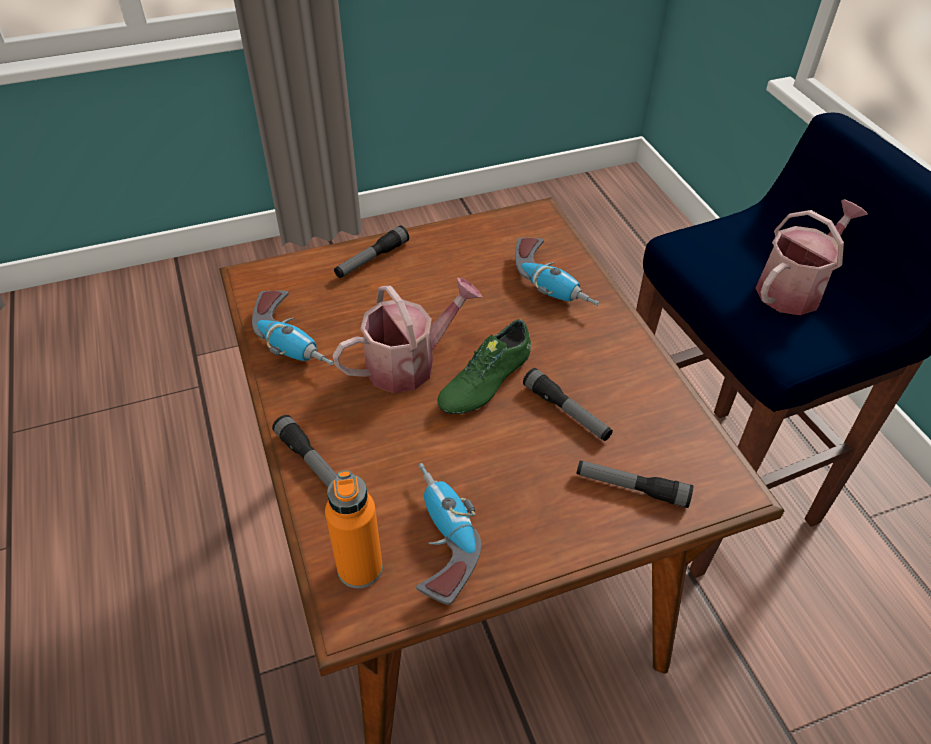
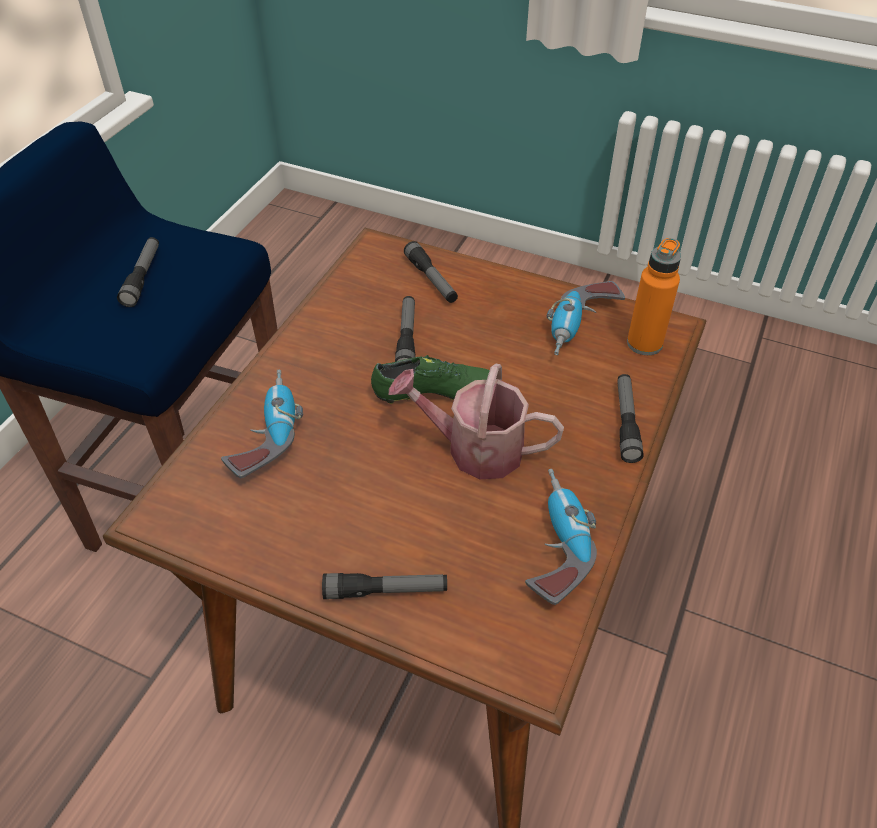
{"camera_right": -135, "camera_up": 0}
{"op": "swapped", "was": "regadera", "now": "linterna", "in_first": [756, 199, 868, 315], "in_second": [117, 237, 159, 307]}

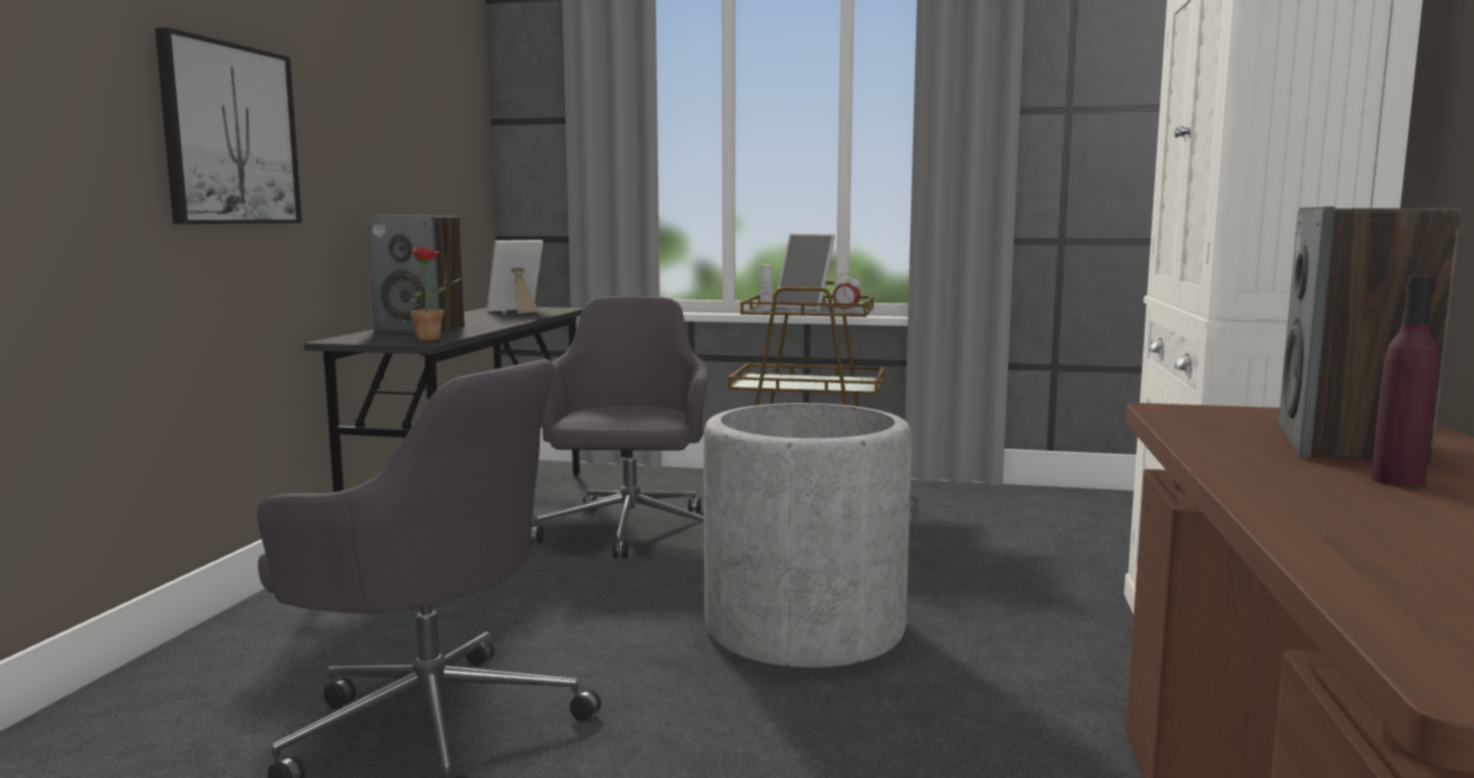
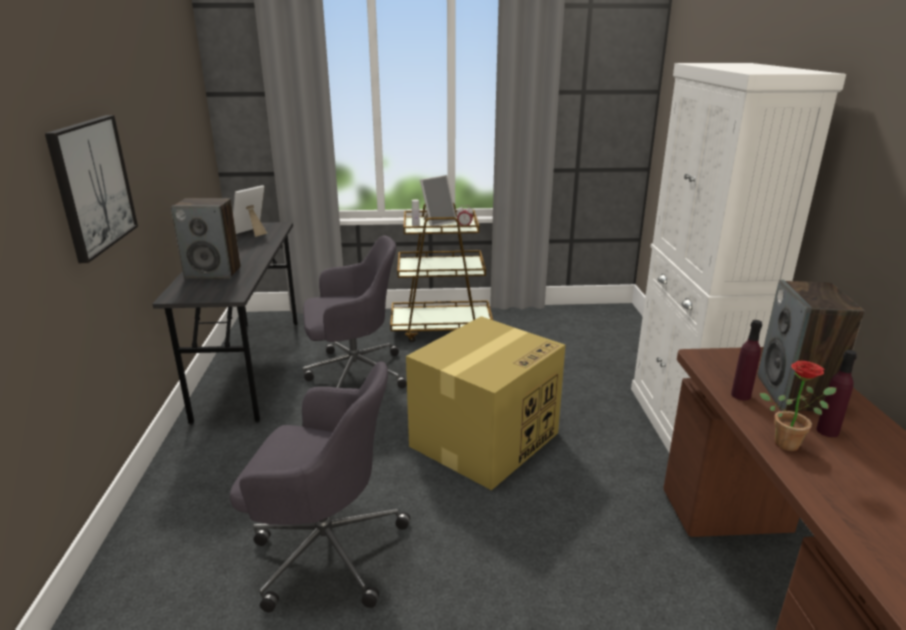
{"camera_right": -15, "camera_up": 15}
{"op": "rotated", "was": "silla de oficina/gris", "in_first": [531, 296, 708, 558], "in_second": [303, 236, 407, 388], "clockwise": 90}
{"op": "swapped", "was": "maceta/gris", "now": "caja de cartón", "in_first": [704, 403, 912, 668], "in_second": [406, 316, 565, 490]}
{"op": "rotated", "was": "portarretratos", "in_first": [776, 234, 836, 311], "in_second": [420, 175, 456, 226], "clockwise": -60}
{"op": "new", "now": "botella/morado", "in_second": [731, 320, 762, 400]}
{"op": "shifted", "was": "planta en maceta", "in_first": [406, 247, 461, 341], "in_second": [760, 361, 836, 451]}

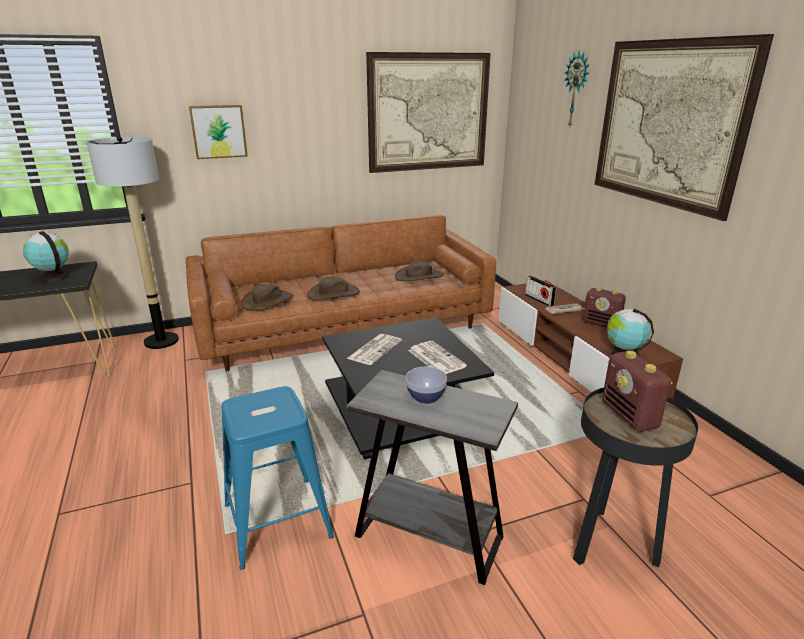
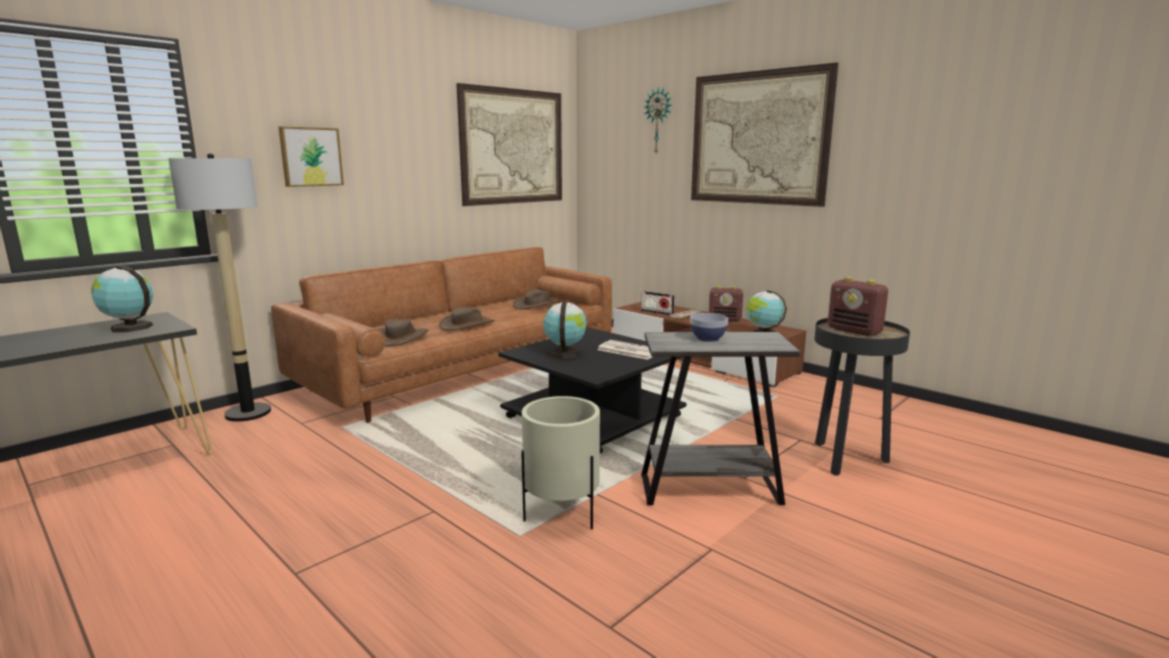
{"camera_right": -25, "camera_up": -10}
{"op": "swapped", "was": "taburete/azul", "now": "maceta/beis", "in_first": [221, 386, 334, 570], "in_second": [521, 396, 600, 529]}
{"op": "swapped", "was": "periódico", "now": "globo terráqueo", "in_first": [346, 334, 402, 365], "in_second": [543, 301, 587, 359]}

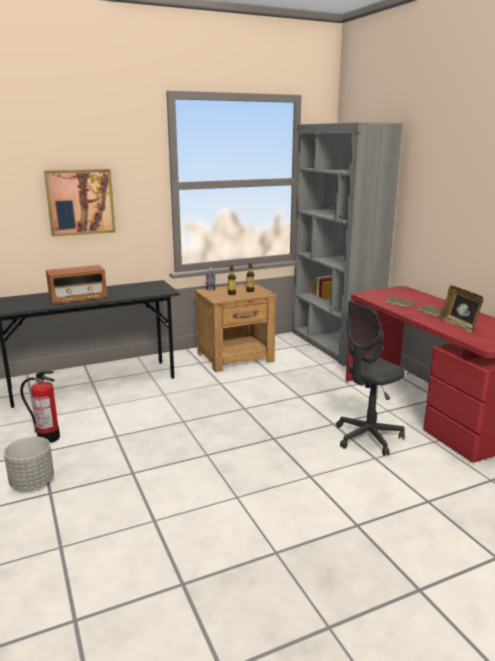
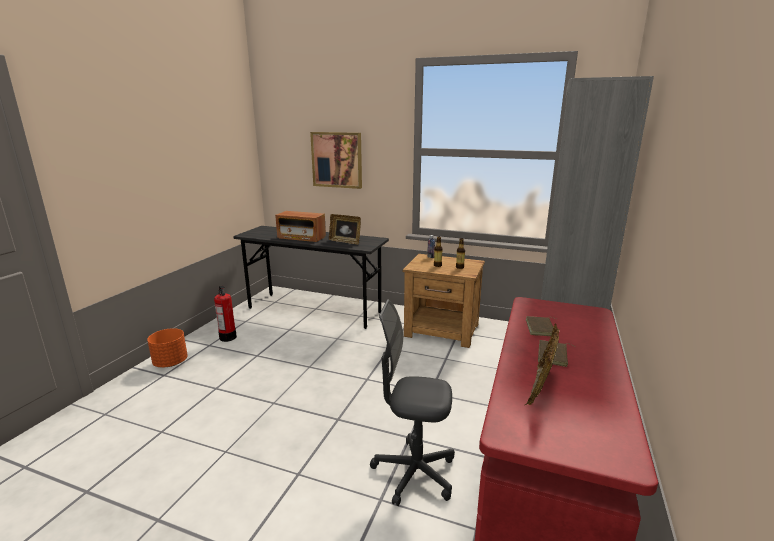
{"camera_right": 45, "camera_up": 0}
{"op": "repainted", "was": "maceta/gris", "now": "maceta/naranja", "in_first": [4, 437, 54, 490], "in_second": [147, 328, 188, 367]}
{"op": "new", "now": "portarretratos", "in_second": [329, 214, 361, 245]}

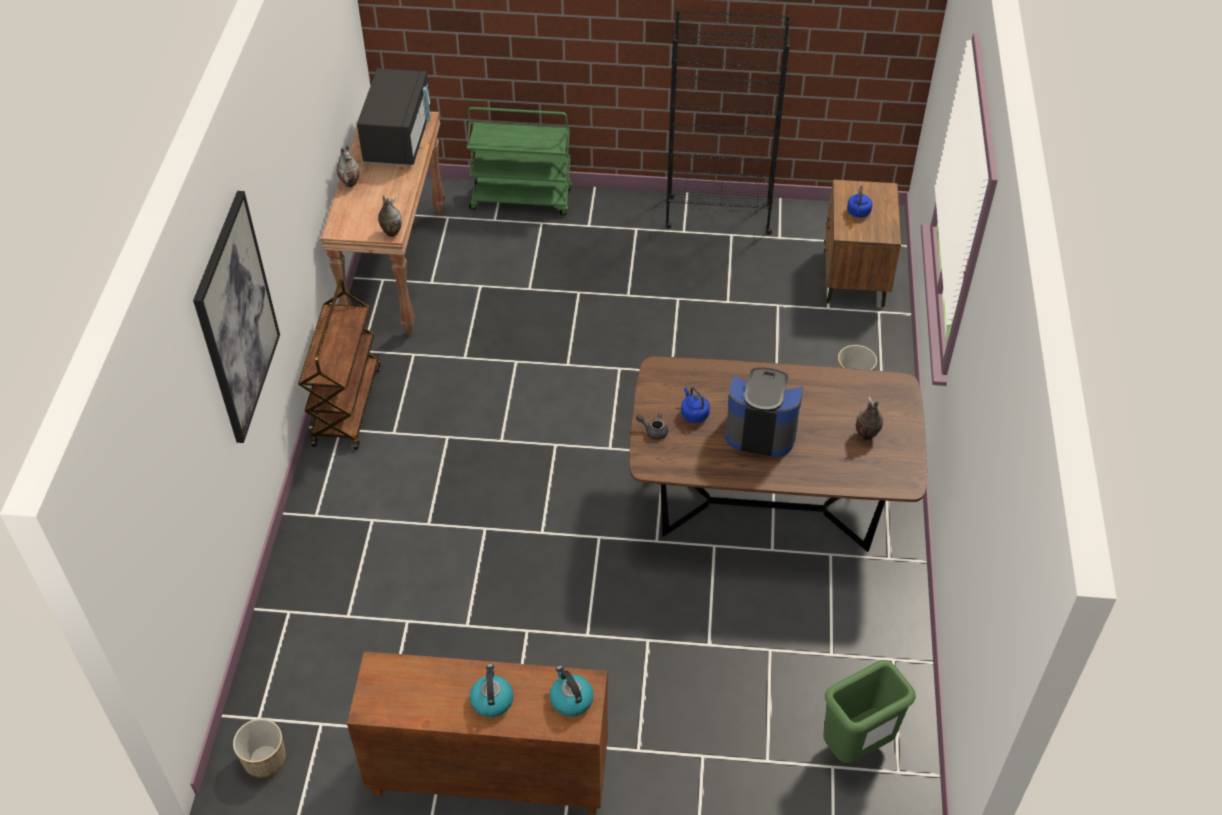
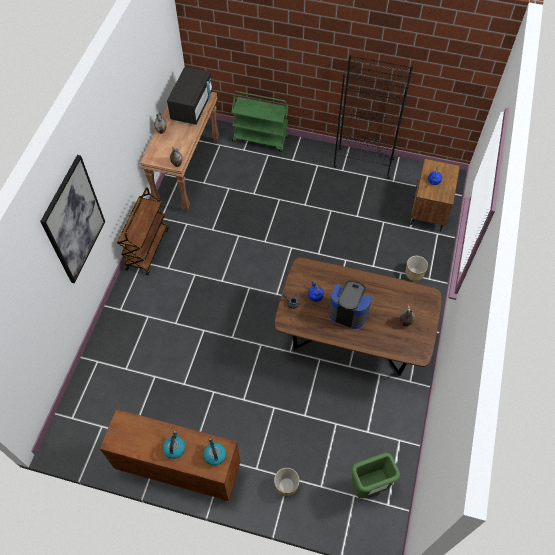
{"camera_right": 10, "camera_up": 10}
{"op": "shifted", "was": "maceta", "in_first": [233, 719, 286, 778], "in_second": [274, 468, 300, 496]}

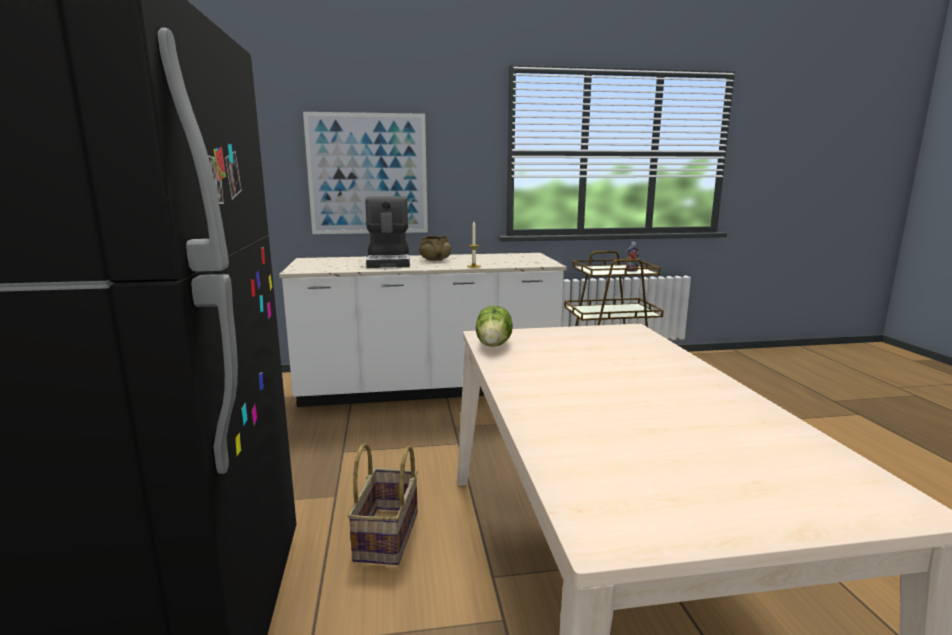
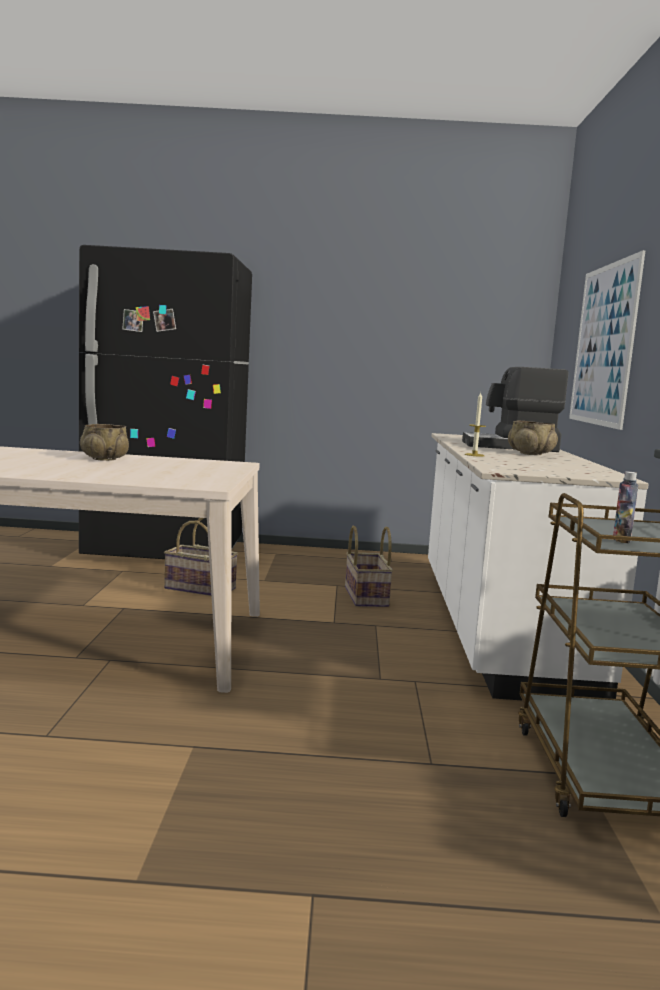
{"camera_right": 100, "camera_up": -5}
{"op": "new", "now": "cuenco/beis", "in_second": [80, 424, 129, 461]}
{"op": "new", "now": "cesta", "in_second": [345, 525, 393, 607]}
{"op": "gone", "was": "lechuga", "in_first": [476, 306, 513, 347]}

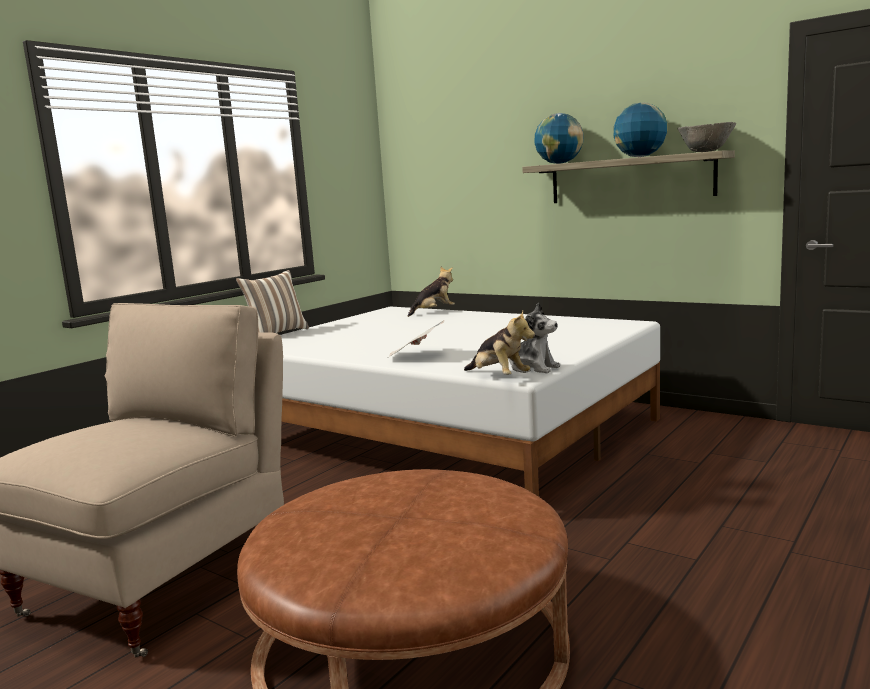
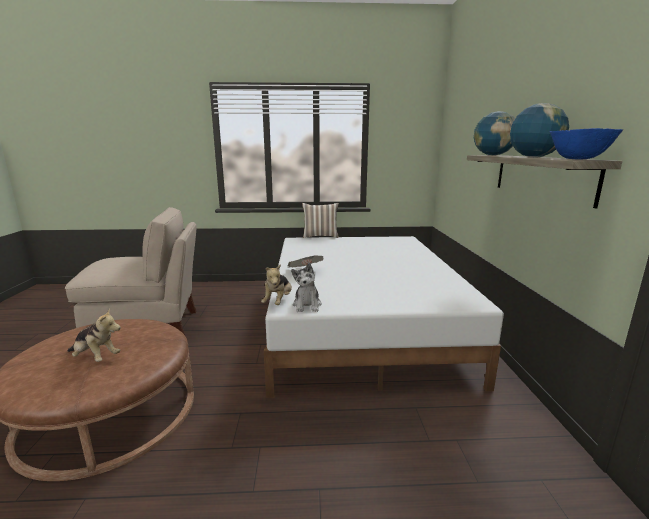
{"camera_right": 50, "camera_up": 5}
{"op": "shifted", "was": "peluche", "in_first": [408, 267, 455, 317], "in_second": [67, 308, 121, 362]}
{"op": "repainted", "was": "cuenco/gris", "now": "cuenco/azul", "in_first": [678, 122, 736, 152], "in_second": [550, 128, 623, 160]}

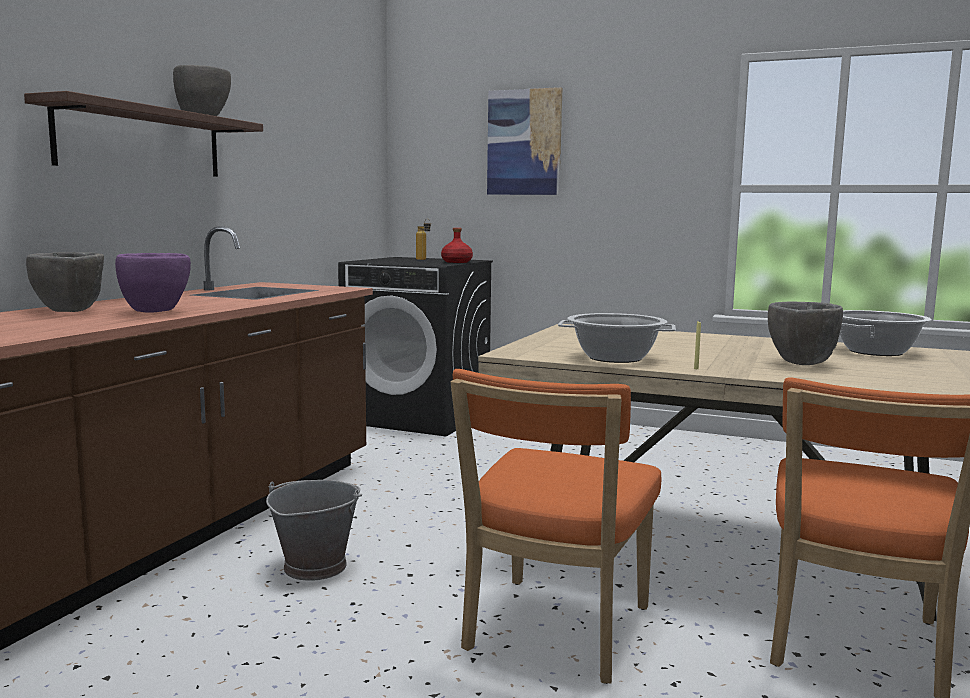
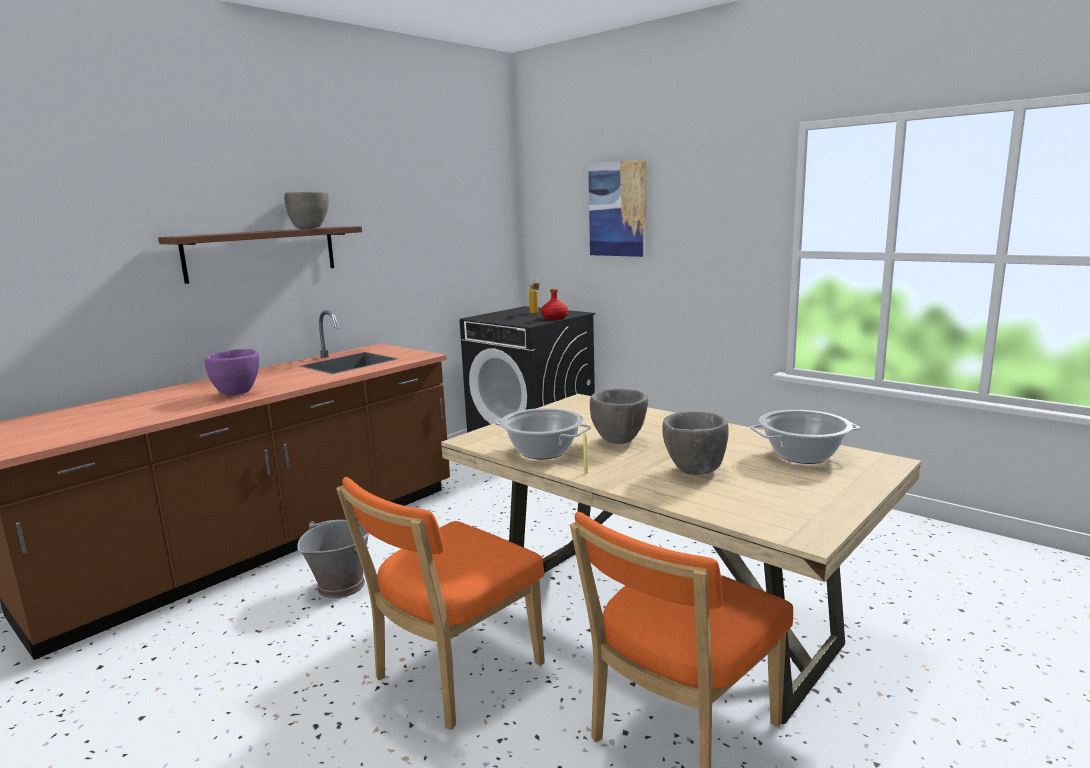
{"camera_right": 20, "camera_up": 5}
{"op": "shifted", "was": "cuenco/gris", "in_first": [26, 252, 104, 312], "in_second": [590, 389, 648, 444]}

